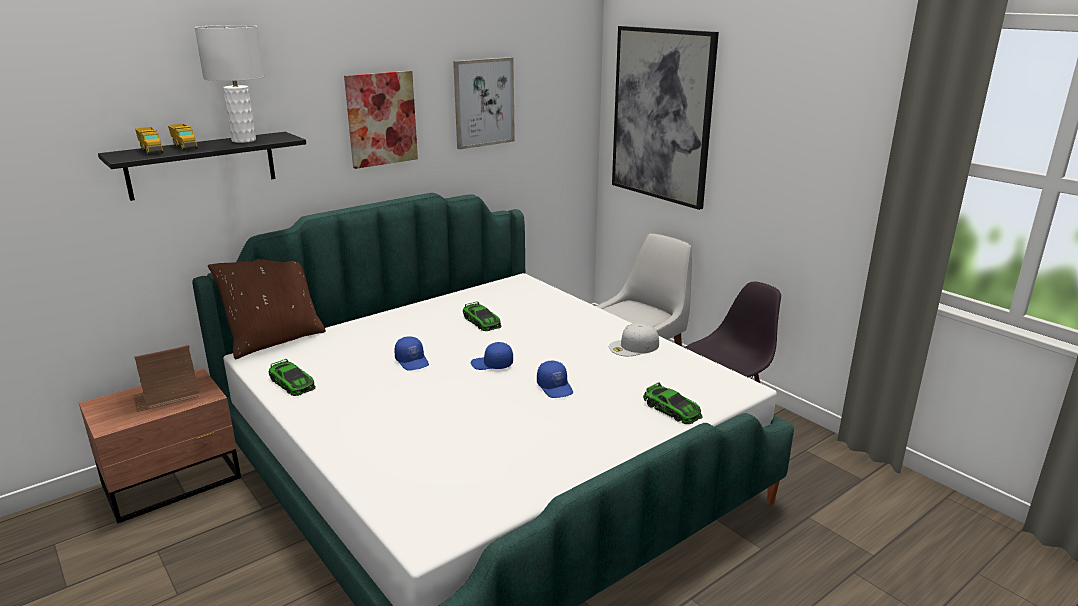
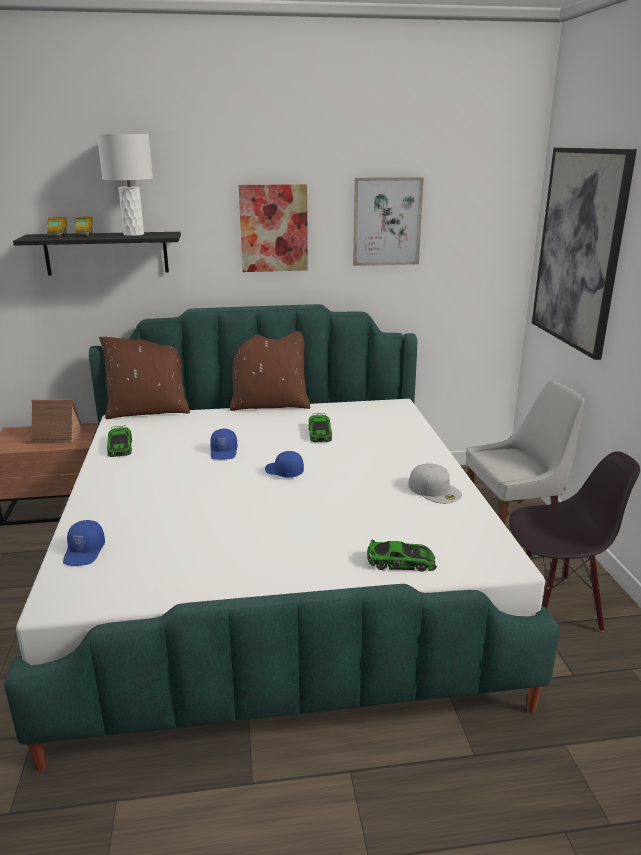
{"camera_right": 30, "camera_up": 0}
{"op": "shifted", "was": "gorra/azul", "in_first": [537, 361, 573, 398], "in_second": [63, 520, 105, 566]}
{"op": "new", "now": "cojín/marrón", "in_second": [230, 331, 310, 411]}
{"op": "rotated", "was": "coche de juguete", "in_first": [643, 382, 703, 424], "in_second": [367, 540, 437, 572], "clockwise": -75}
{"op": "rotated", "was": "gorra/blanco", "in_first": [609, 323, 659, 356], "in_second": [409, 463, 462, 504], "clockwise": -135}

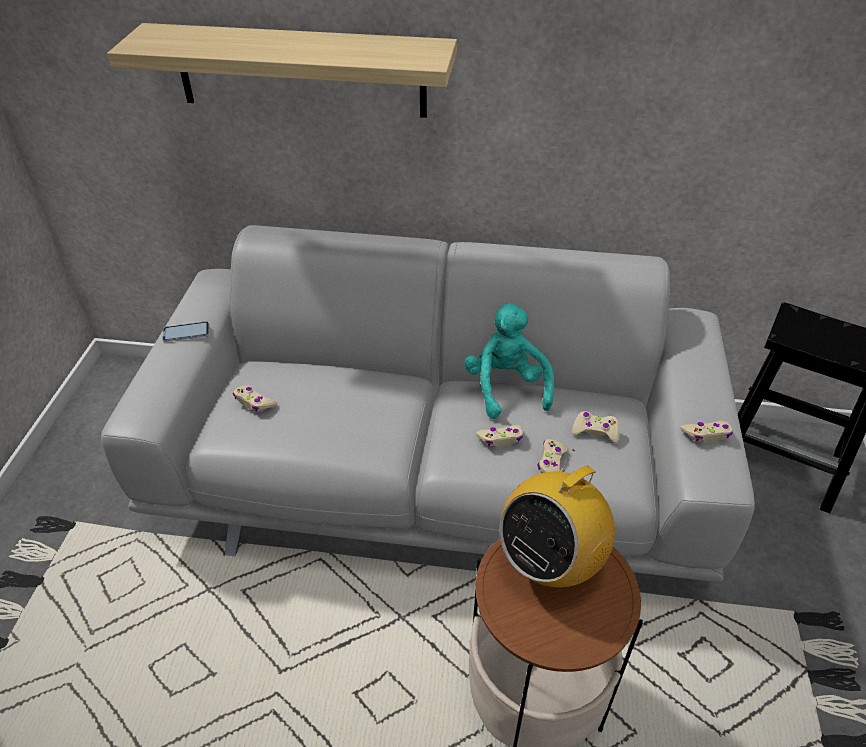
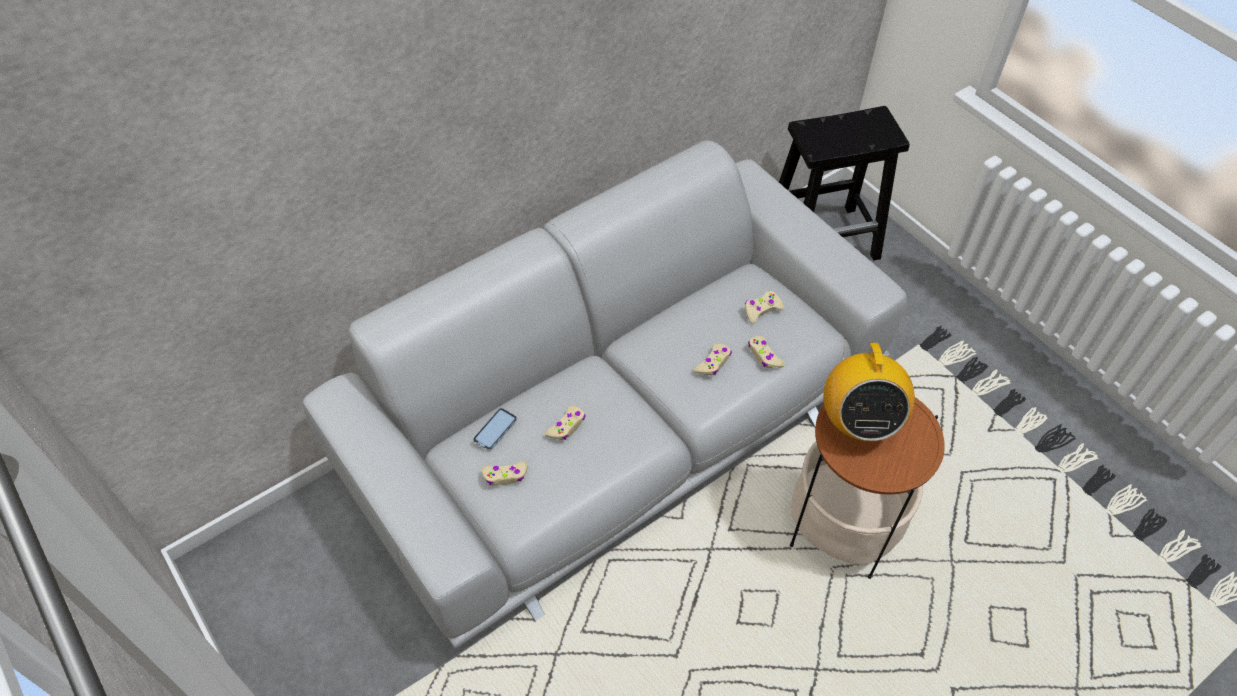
{"camera_right": -45, "camera_up": 10}
{"op": "shifted", "was": "móvil", "in_first": [162, 321, 209, 342], "in_second": [473, 408, 517, 451]}
{"op": "shifted", "was": "mando de consola/beis", "in_first": [680, 421, 733, 443], "in_second": [544, 406, 586, 440]}
{"op": "gone", "was": "estante", "in_first": [107, 23, 457, 118]}
{"op": "gone", "was": "peluche/turquesa", "in_first": [464, 303, 555, 419]}

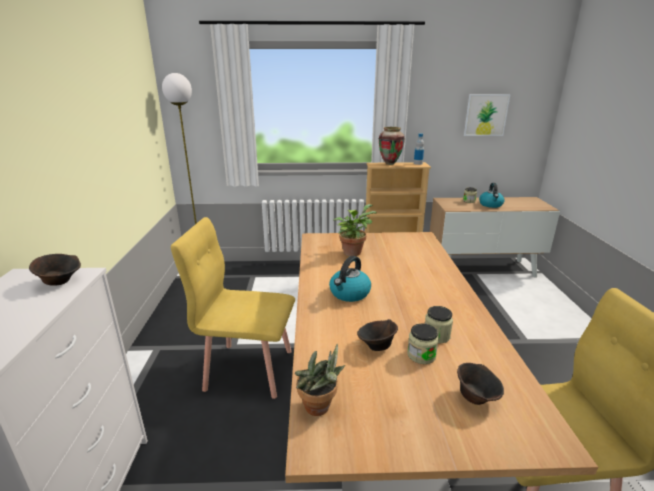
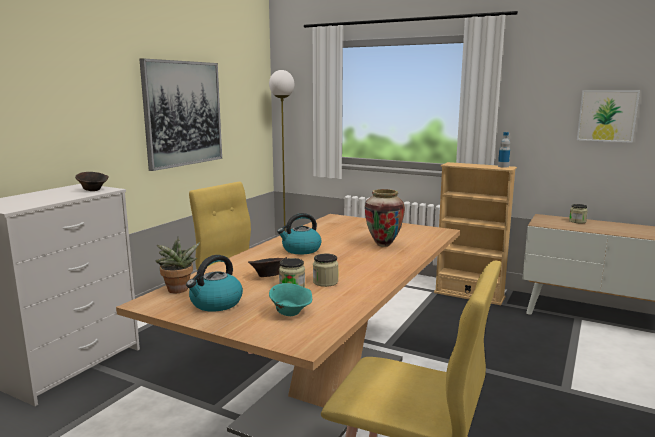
{"camera_right": 30, "camera_up": -10}
{"op": "new", "now": "cuadro", "in_second": [140, 59, 222, 171]}
{"op": "shifted", "was": "hervidor", "in_first": [479, 183, 505, 208], "in_second": [186, 255, 243, 312]}
{"op": "repainted", "was": "cuenco/marrón", "now": "cuenco/turquesa", "in_first": [457, 363, 504, 405], "in_second": [269, 283, 312, 316]}
{"op": "shifted", "was": "florero", "in_first": [379, 127, 405, 165], "in_second": [365, 189, 405, 247]}
{"op": "gone", "was": "planta en maceta", "in_first": [333, 204, 376, 256]}

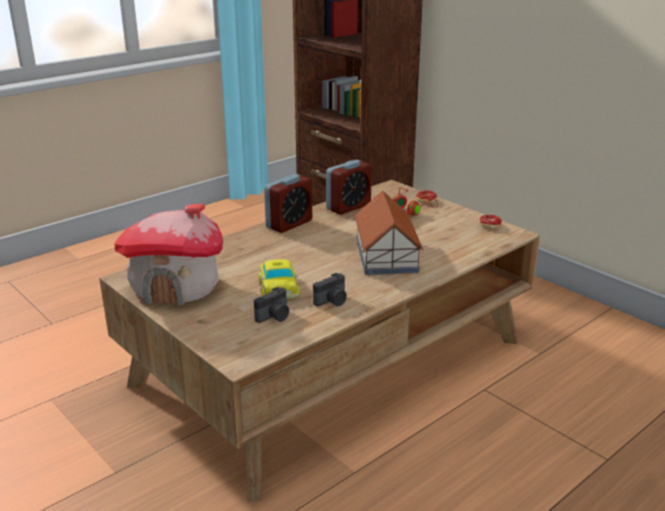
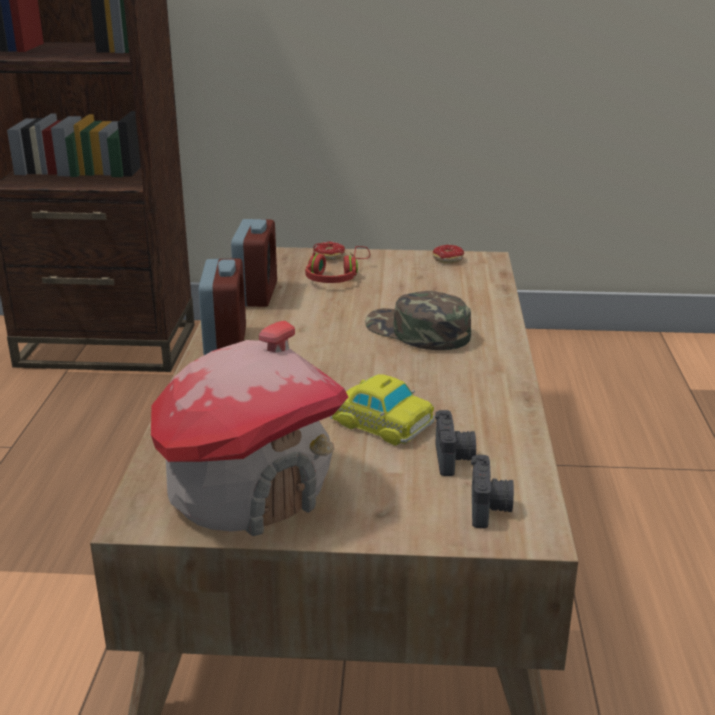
{"camera_right": -45, "camera_up": 0}
{"op": "swapped", "was": "casita", "now": "gorra/verde", "in_first": [354, 190, 424, 275], "in_second": [365, 291, 471, 350]}
{"op": "shifted", "was": "cámara", "in_first": [313, 273, 347, 306], "in_second": [471, 455, 514, 528]}

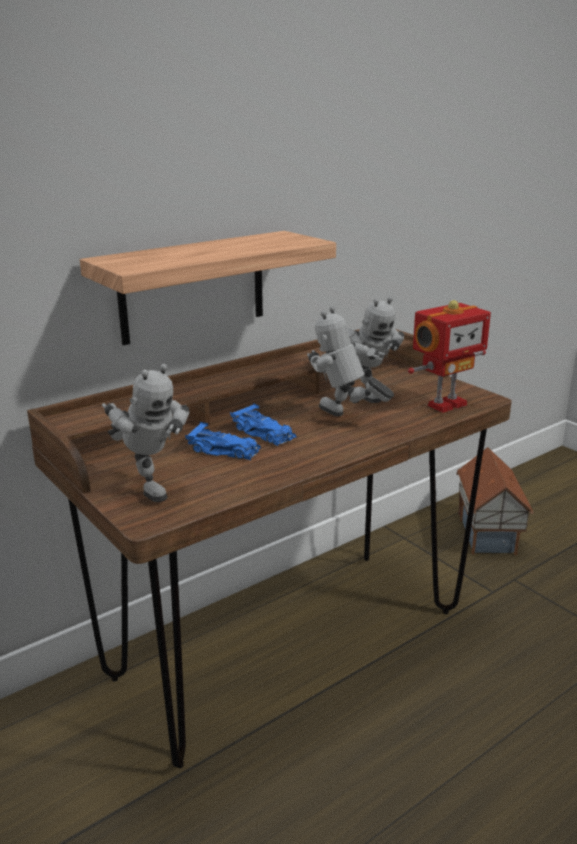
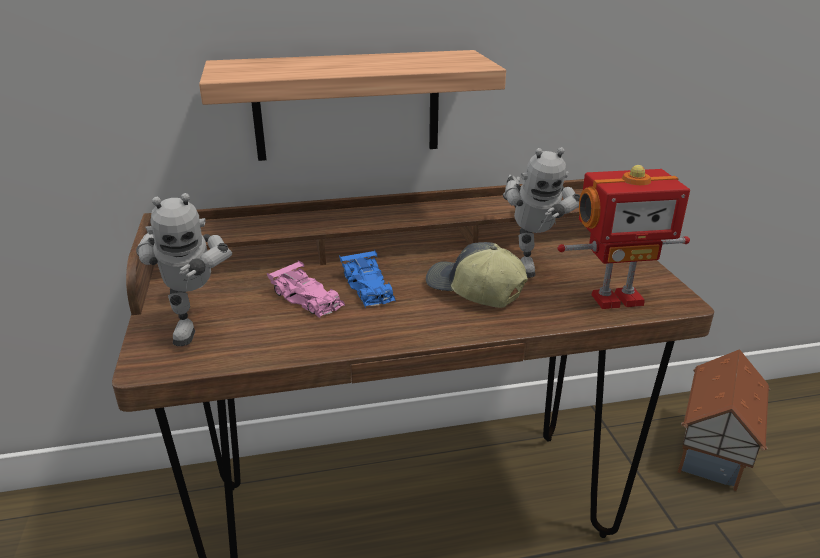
{"camera_right": 25, "camera_up": 5}
{"op": "repainted", "was": "coche de juguete/azul", "now": "coche de juguete/rosa", "in_first": [185, 422, 261, 460], "in_second": [267, 260, 345, 318]}
{"op": "swapped", "was": "robot de juguete", "now": "gorra", "in_first": [307, 306, 394, 416], "in_second": [426, 242, 528, 308]}

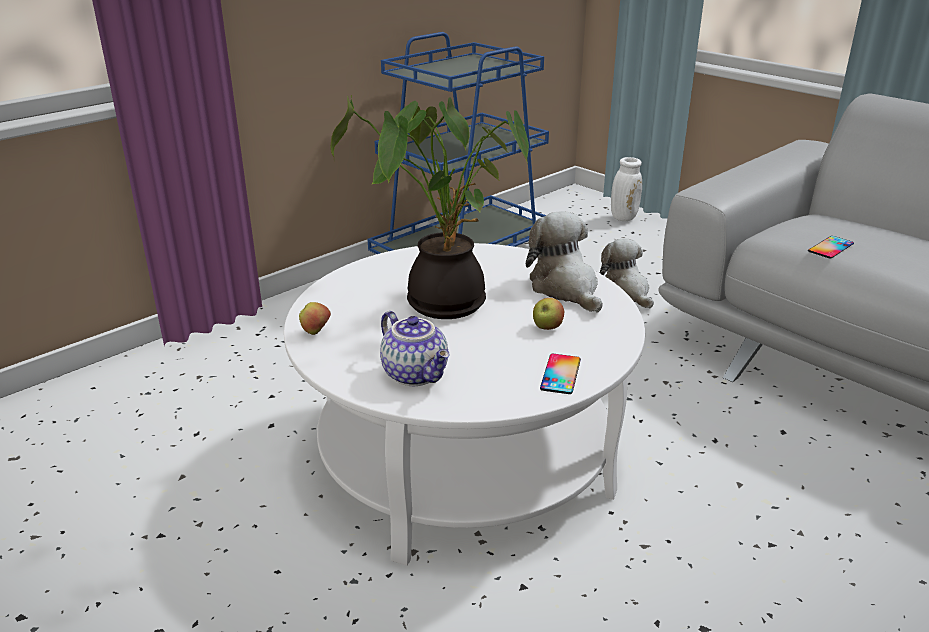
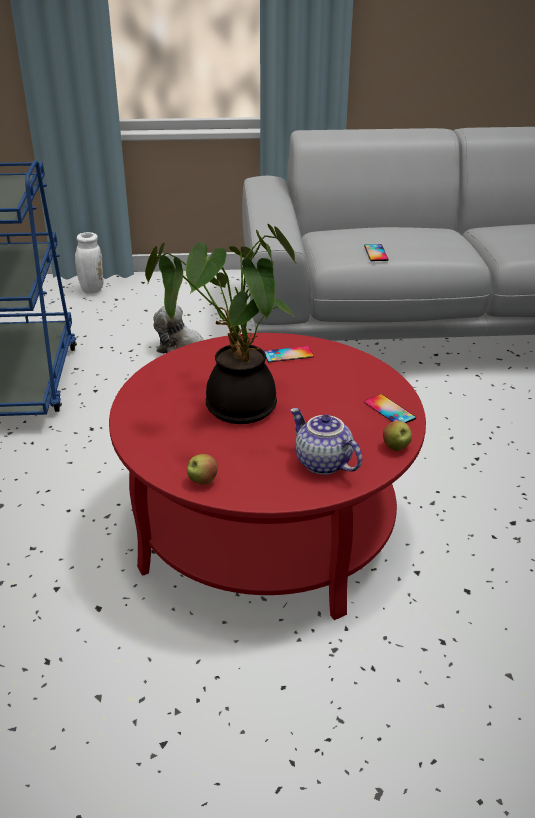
{"camera_right": -50, "camera_up": 5}
{"op": "repainted", "was": "mesa de centro/blanco", "now": "mesa de centro/rojo", "in_first": [284, 243, 645, 566], "in_second": [109, 333, 426, 620]}
{"op": "swapped", "was": "peluche", "now": "móvil", "in_first": [526, 211, 602, 313], "in_second": [264, 346, 314, 362]}
{"op": "rotated", "was": "tetera", "in_first": [380, 311, 450, 386], "in_second": [290, 408, 362, 475], "clockwise": -135}
{"op": "shifted", "was": "manzana", "in_first": [533, 298, 564, 330], "in_second": [383, 420, 412, 451]}

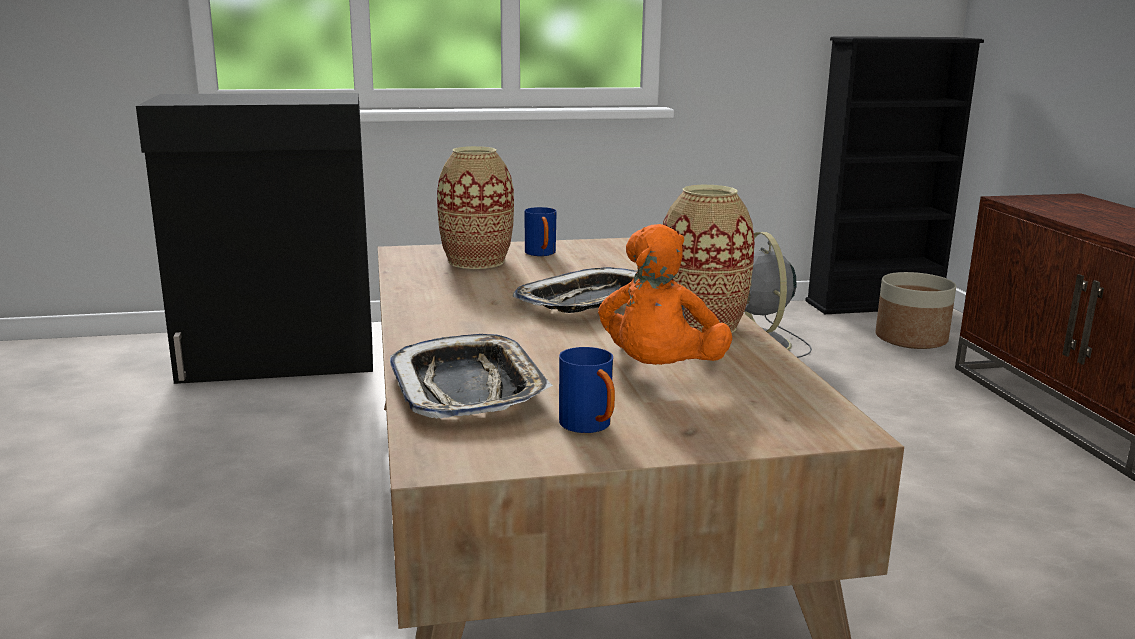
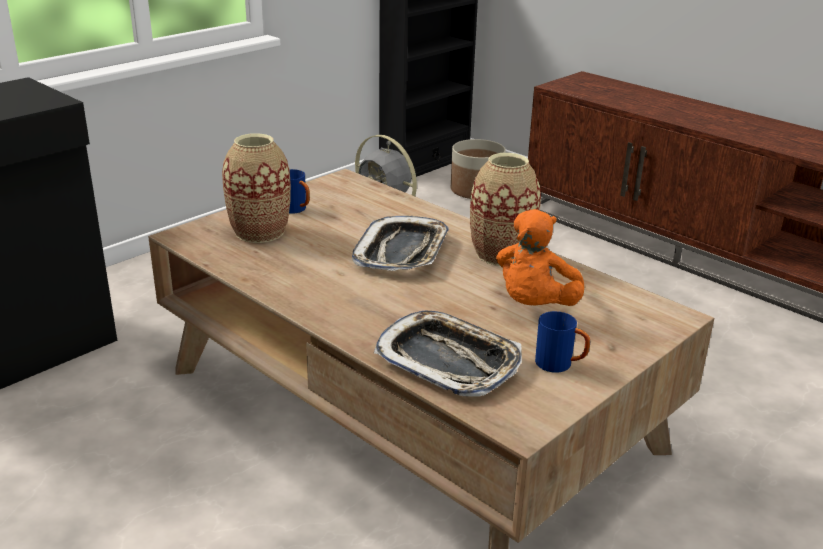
{"camera_right": -35, "camera_up": 10}
{"op": "rotated", "was": "peluche/naranja", "in_first": [598, 224, 732, 365], "in_second": [496, 209, 584, 306], "clockwise": 45}

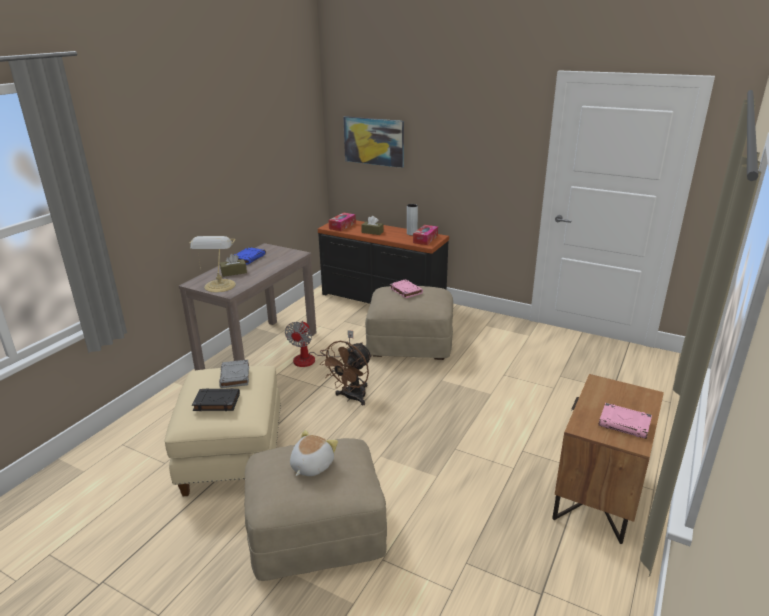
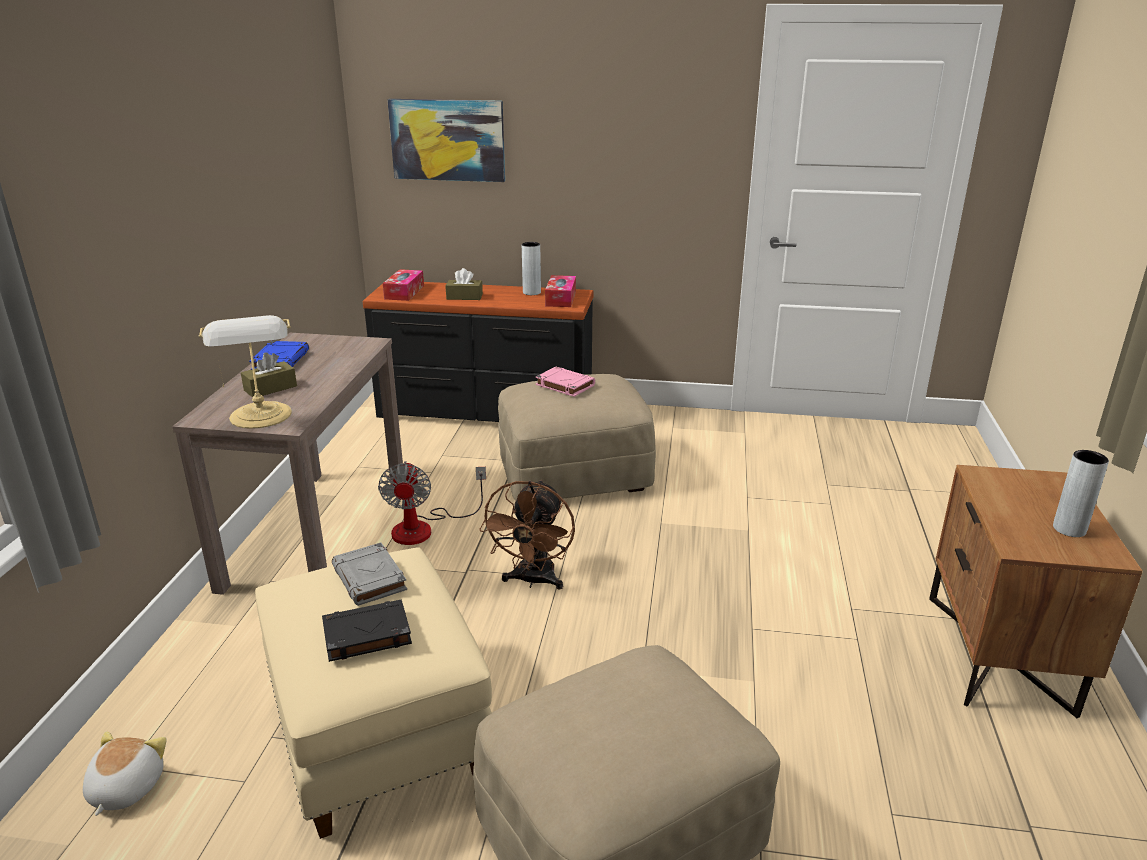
{"camera_right": -20, "camera_up": 0}
{"op": "shifted", "was": "peluche", "in_first": [290, 430, 338, 476], "in_second": [83, 731, 167, 816]}
{"op": "swapped", "was": "libro/rosa", "now": "florero/gris", "in_first": [598, 403, 652, 439], "in_second": [1053, 450, 1109, 537]}

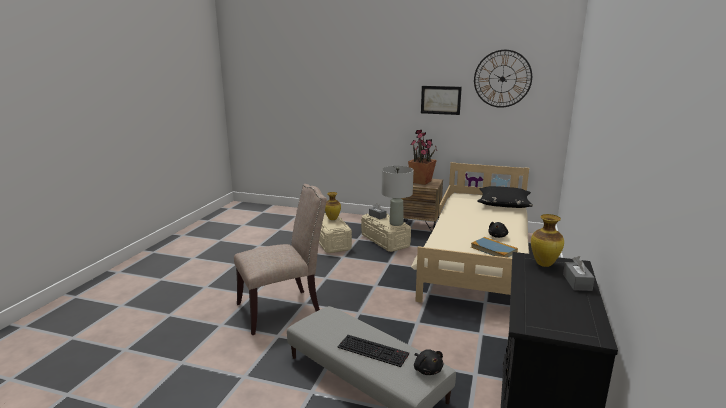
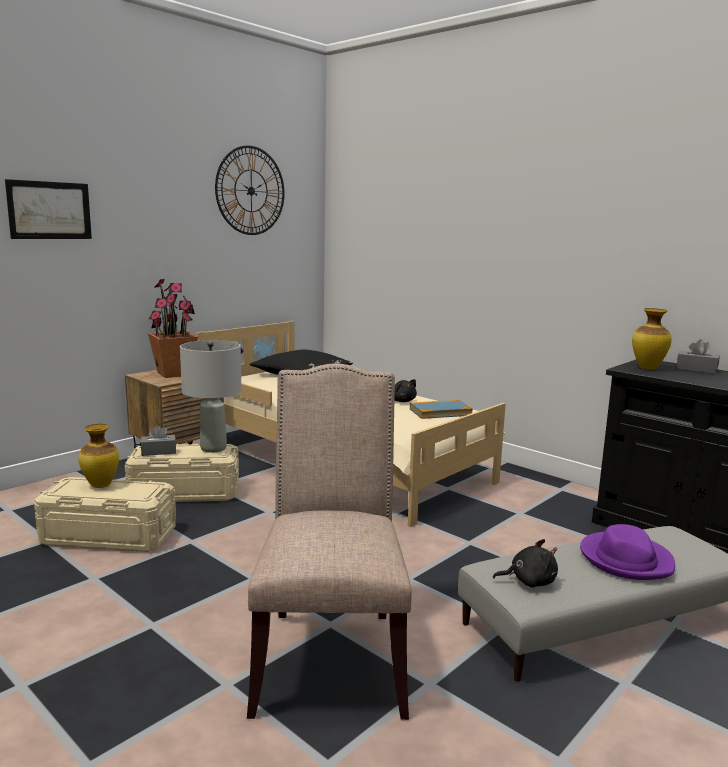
{"camera_right": -65, "camera_up": -5}
{"op": "shifted", "was": "cuadro", "in_first": [421, 86, 462, 115], "in_second": [5, 179, 92, 239]}
{"op": "shifted", "was": "peluche/negro", "in_first": [414, 349, 443, 375], "in_second": [493, 539, 558, 588]}
{"op": "swapped", "was": "teclado", "now": "sombrero/morado", "in_first": [337, 335, 409, 367], "in_second": [580, 524, 675, 580]}

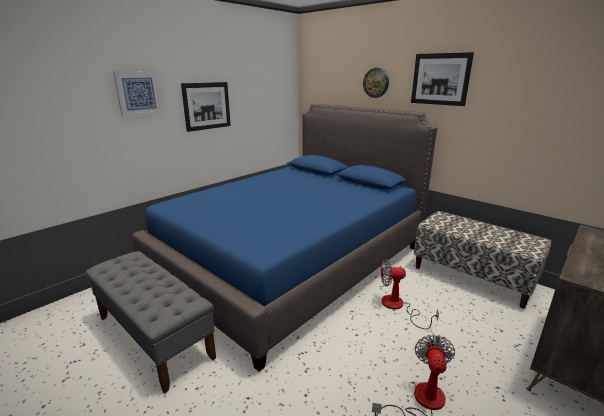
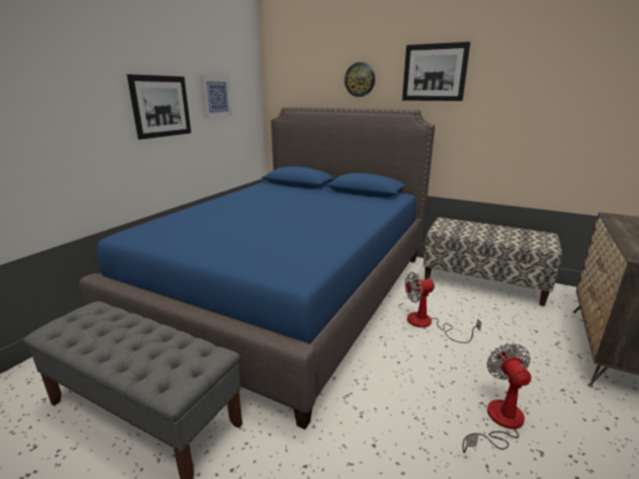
{"camera_right": -15, "camera_up": 0}
{"op": "shifted", "was": "cuadro", "in_first": [113, 72, 162, 117], "in_second": [200, 75, 233, 118]}

